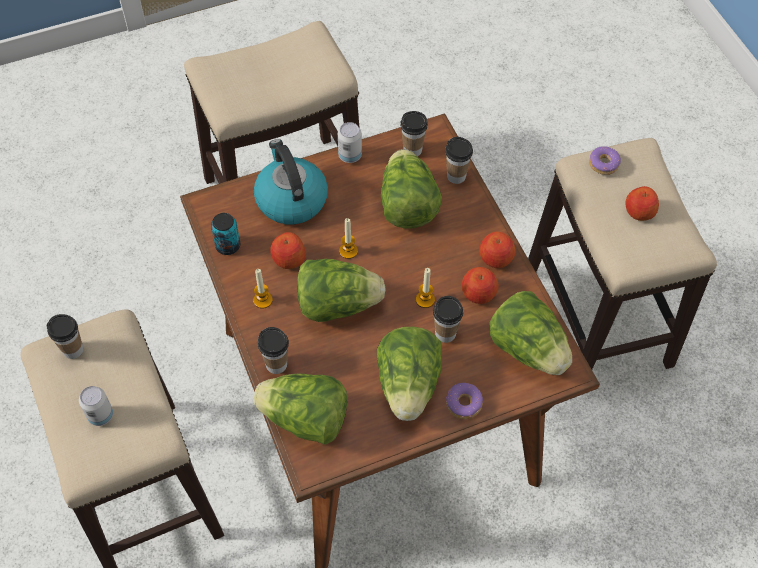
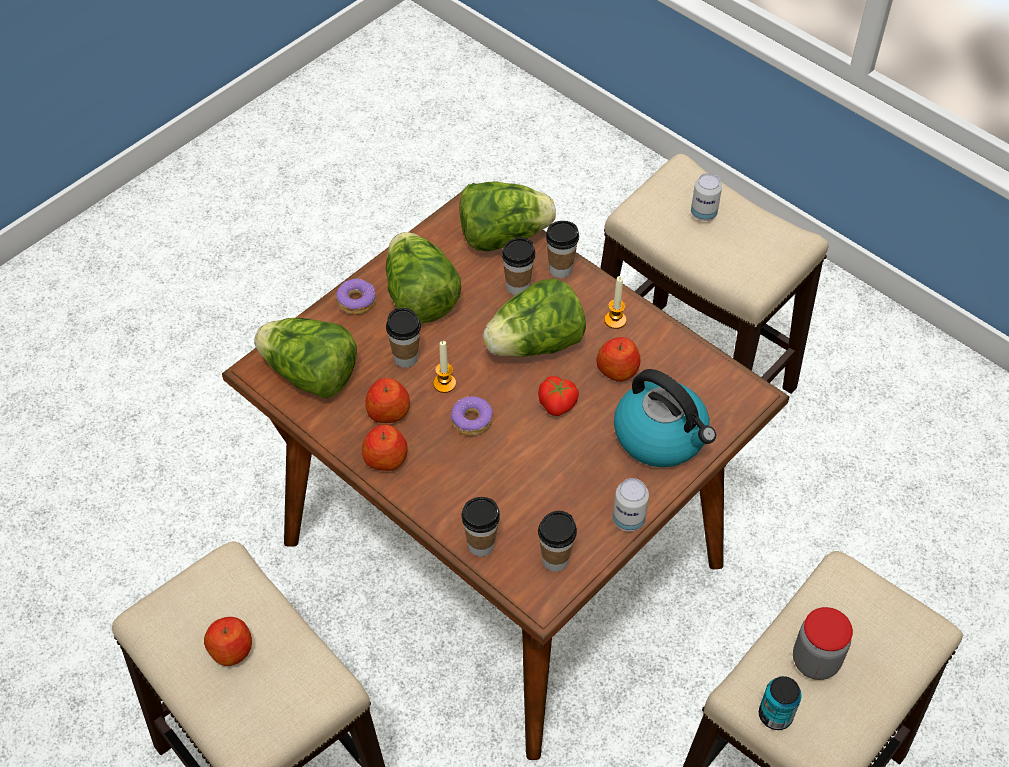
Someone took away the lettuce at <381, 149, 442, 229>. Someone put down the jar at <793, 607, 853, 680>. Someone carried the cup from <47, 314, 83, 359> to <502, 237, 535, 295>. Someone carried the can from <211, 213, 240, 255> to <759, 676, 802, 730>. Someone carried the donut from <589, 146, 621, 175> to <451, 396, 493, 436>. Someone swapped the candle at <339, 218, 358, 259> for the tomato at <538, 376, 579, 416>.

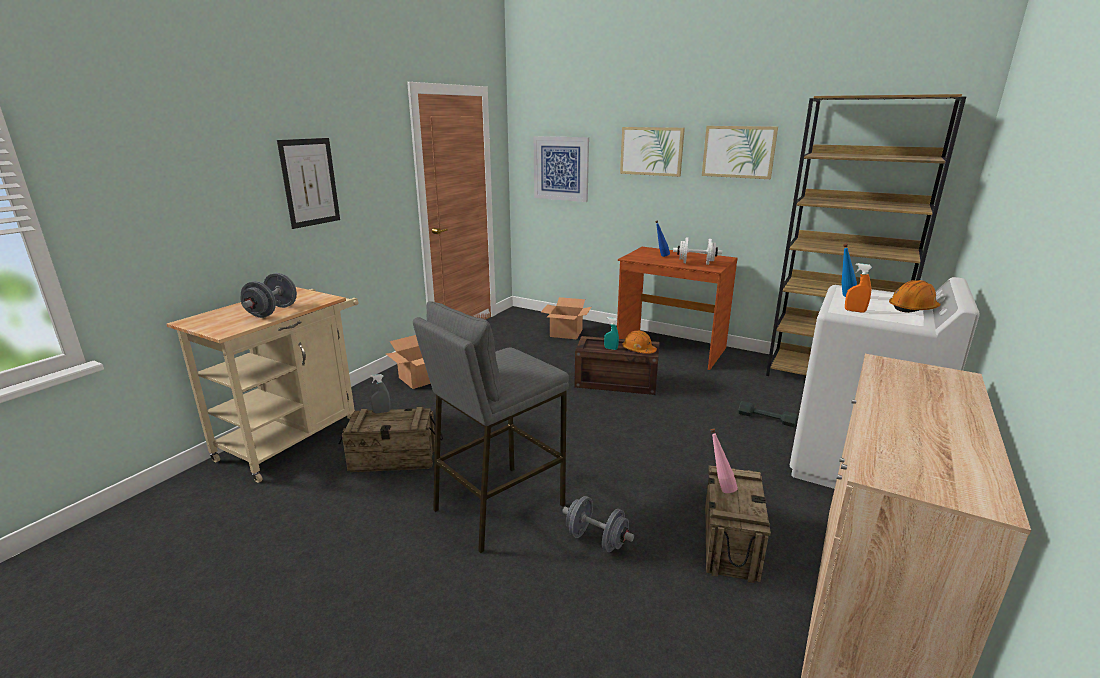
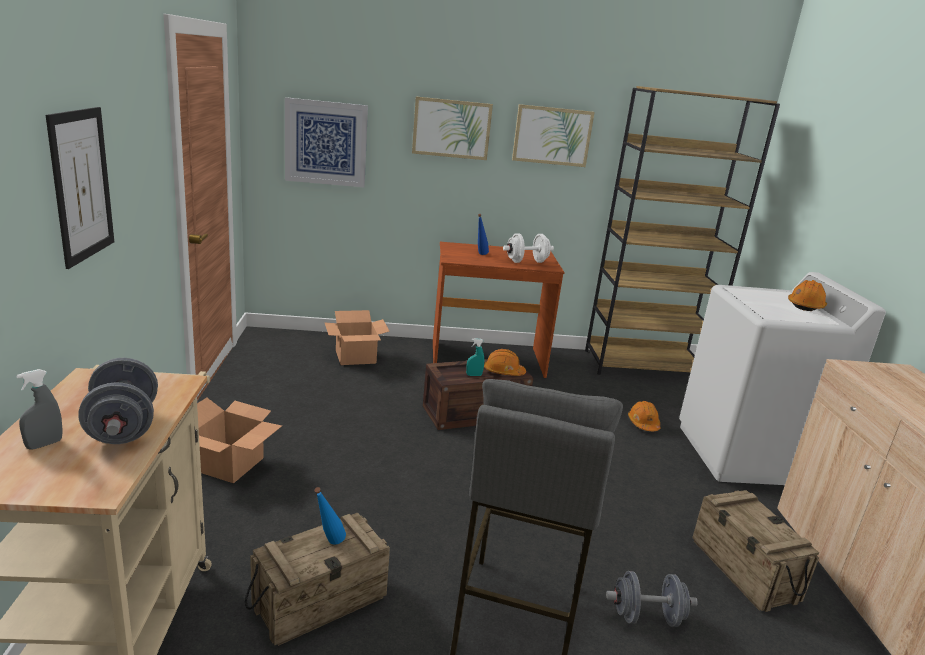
Someone took away the pink_bottle at <710, 428, 738, 493>. Someone took away the orange_spray_bottle at <845, 263, 872, 313>. Someone carried the grey_spray_bottle from <370, 374, 391, 413> to <16, 369, 63, 450>. Someone carried the blue_bottle from <841, 244, 857, 297> to <314, 487, 346, 545>. Someone swapped the grey_dumbbell at <738, 401, 798, 427> for the orange_hard_hat at <628, 401, 661, 431>.

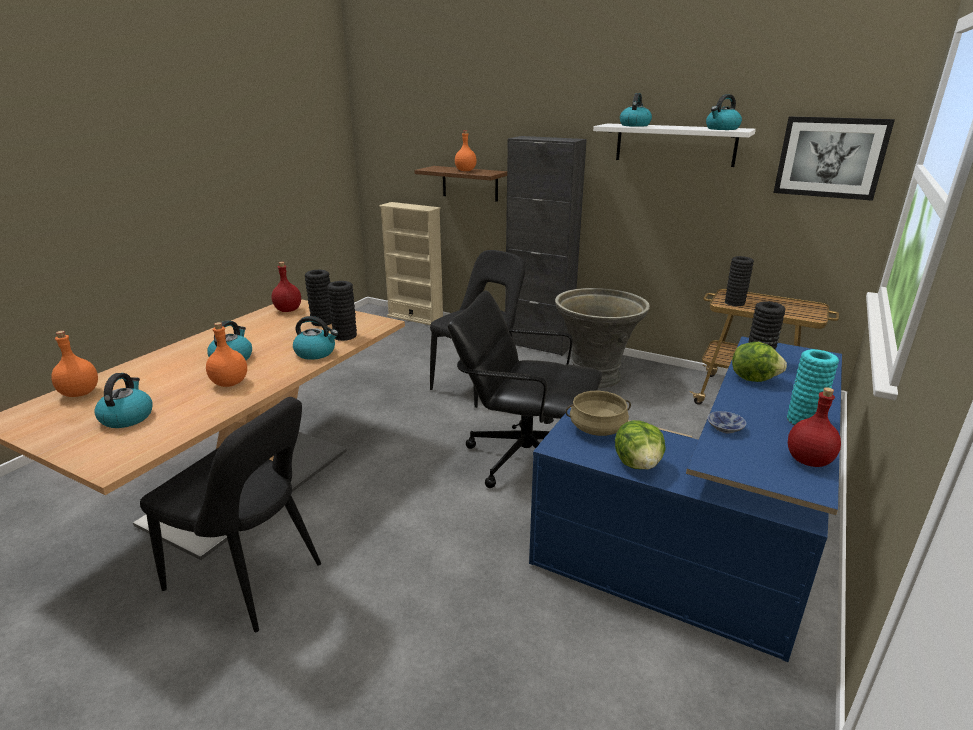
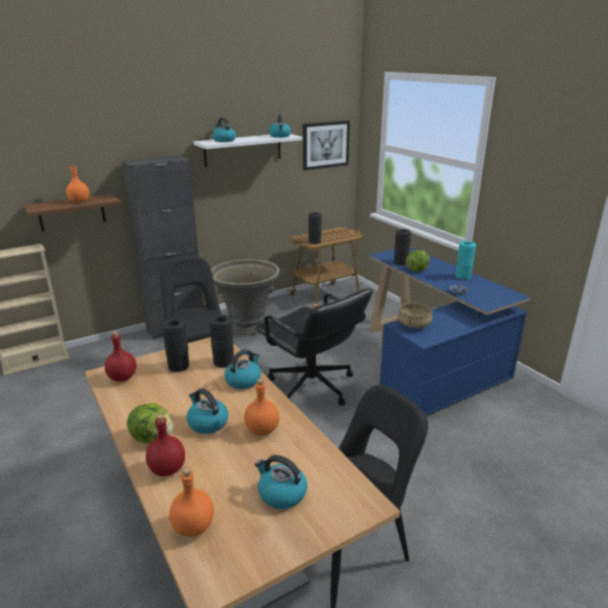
Someone carried the lettuce from <615, 420, 665, 469> to <127, 403, 173, 443>. Someone carried the red_bottle from <788, 387, 841, 467> to <146, 414, 185, 476>. Someone rotated the black_office_chair at <448, 290, 603, 488> by 90 degrees counterclockwise.

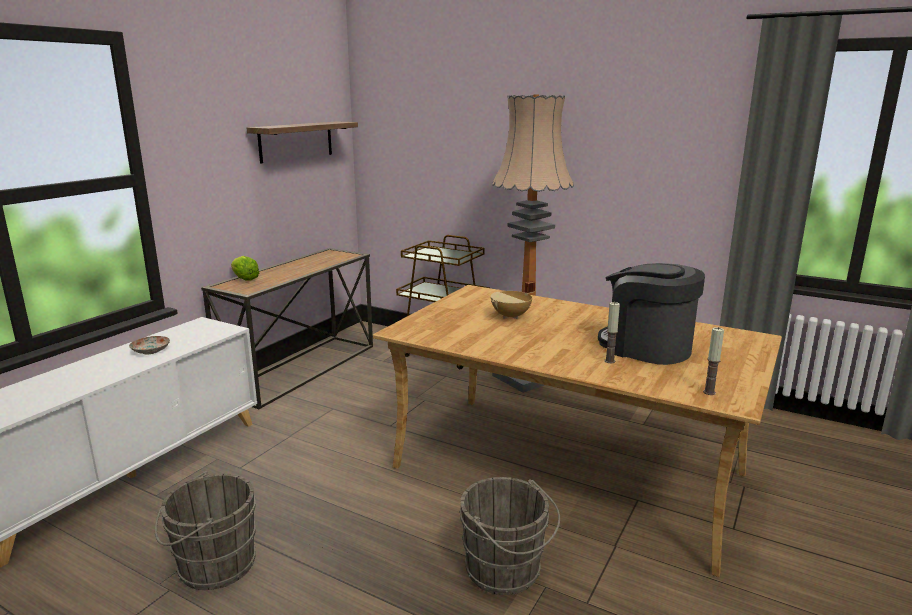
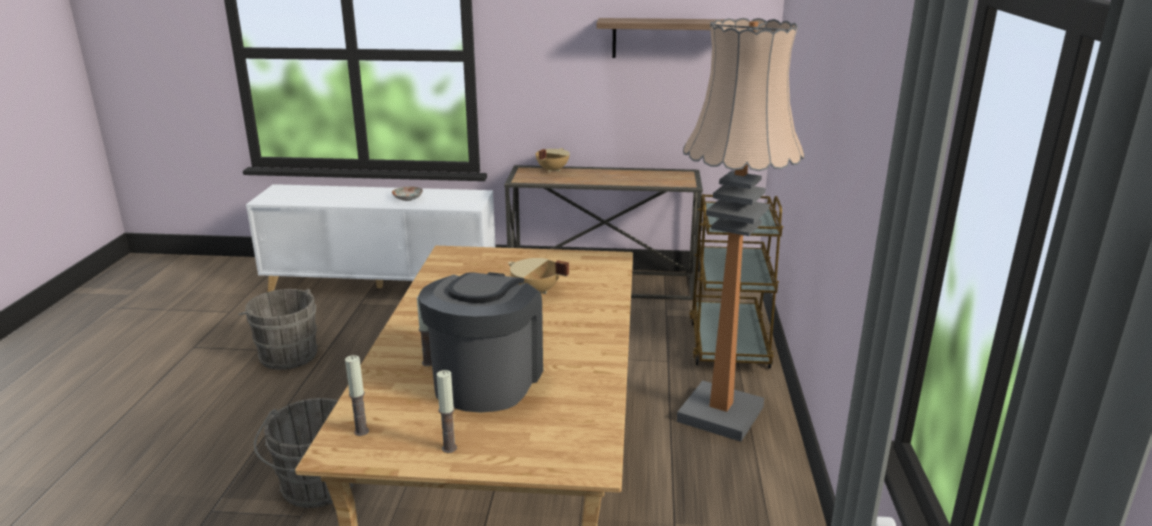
Someone put down the candle at <437, 370, 457, 453>. Someone swapped the lettuce at <231, 256, 259, 281> for the beige_cooking_pot at <536, 148, 570, 173>.

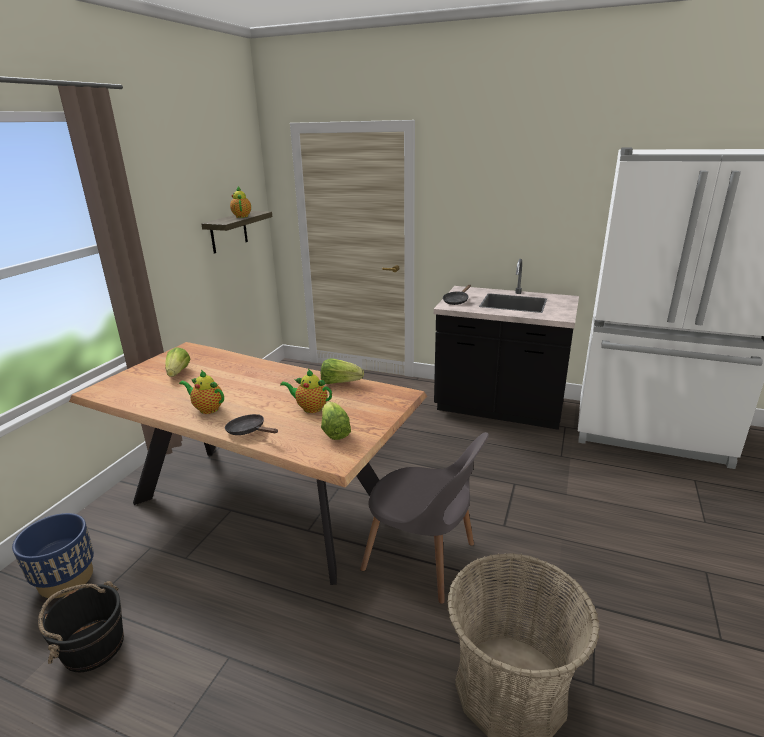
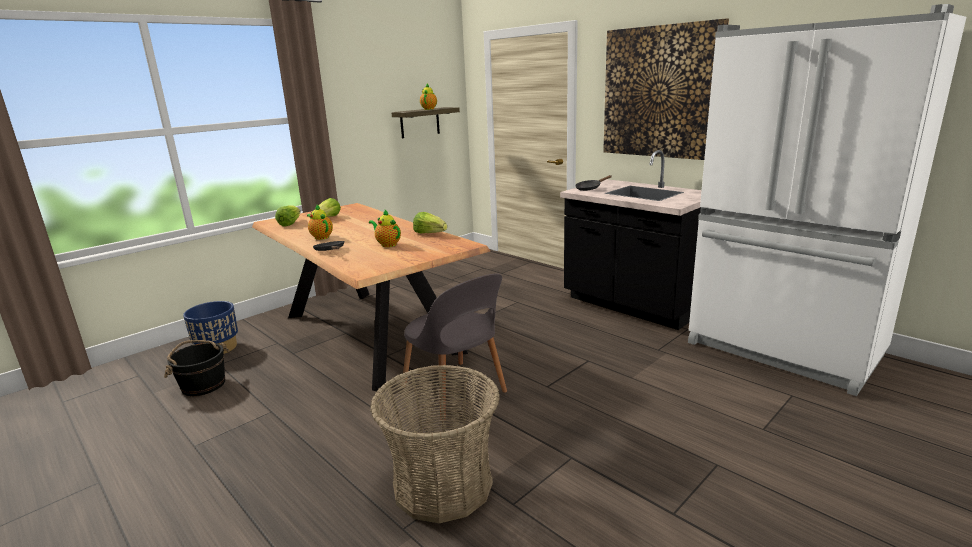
Someone put up the picture at <603, 18, 729, 160>. Someone carried the lettuce from <321, 401, 351, 440> to <275, 205, 300, 226>.

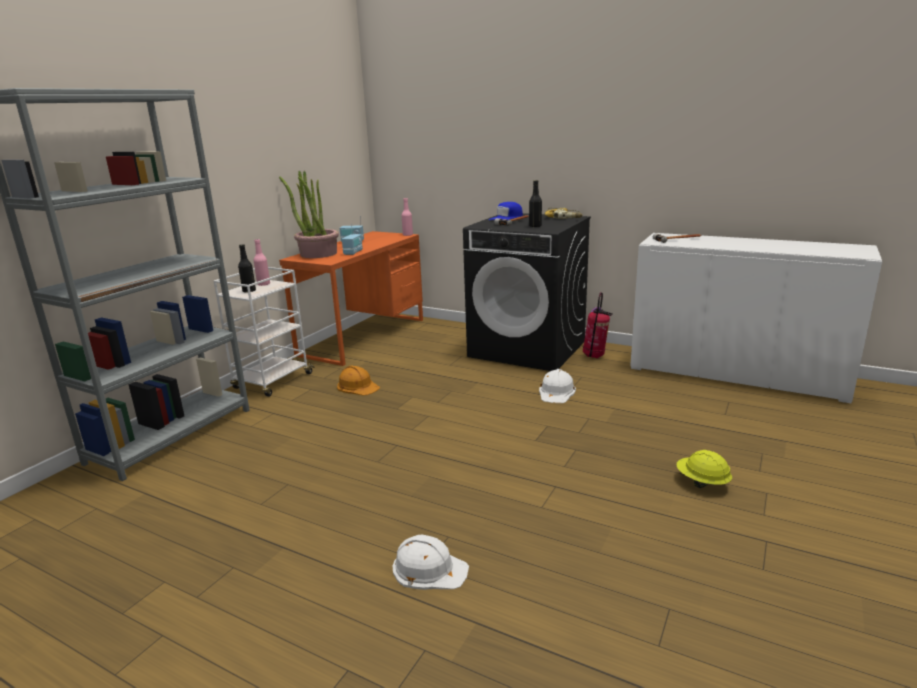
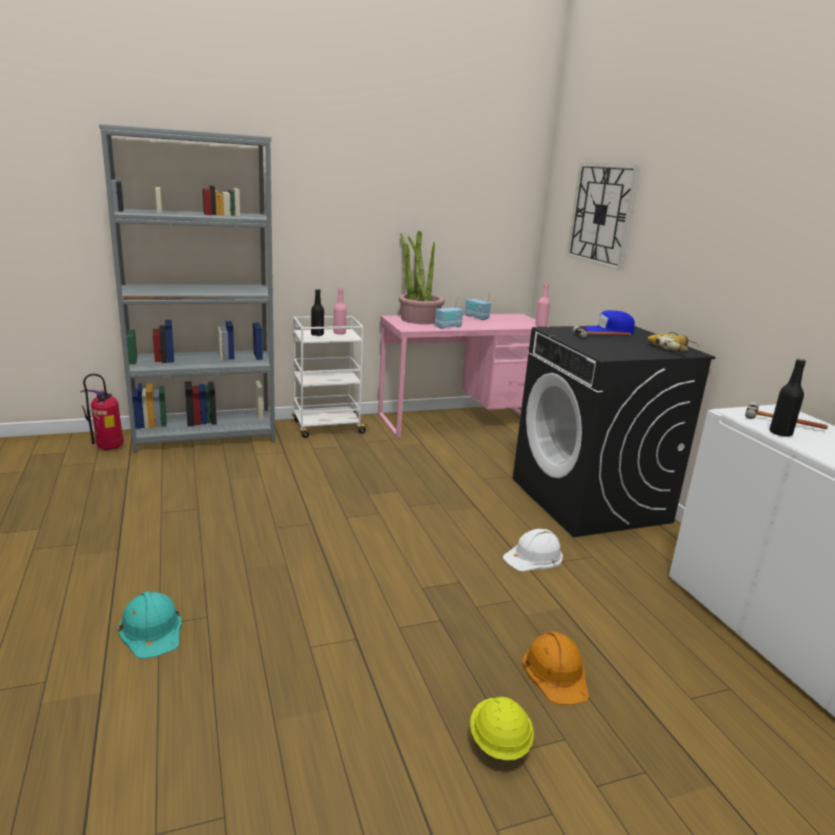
Someone put up the wall_clock at <567, 163, 640, 271>. Someone carried the orange_hard_hat from <337, 365, 380, 395> to <522, 631, 589, 705>. Someone carried the black_bottle from <529, 180, 542, 227> to <769, 359, 806, 437>. Someone carried the fire_extinguisher from <583, 292, 613, 358> to <81, 374, 124, 450>. Someone repainted the orange_desk at <279, 231, 423, 366>, which became the pink_desk at <378, 314, 550, 439>. Someone repainted the white_hard_hat at <393, 535, 469, 590>, which became the turquoise_hard_hat at <118, 591, 182, 659>.

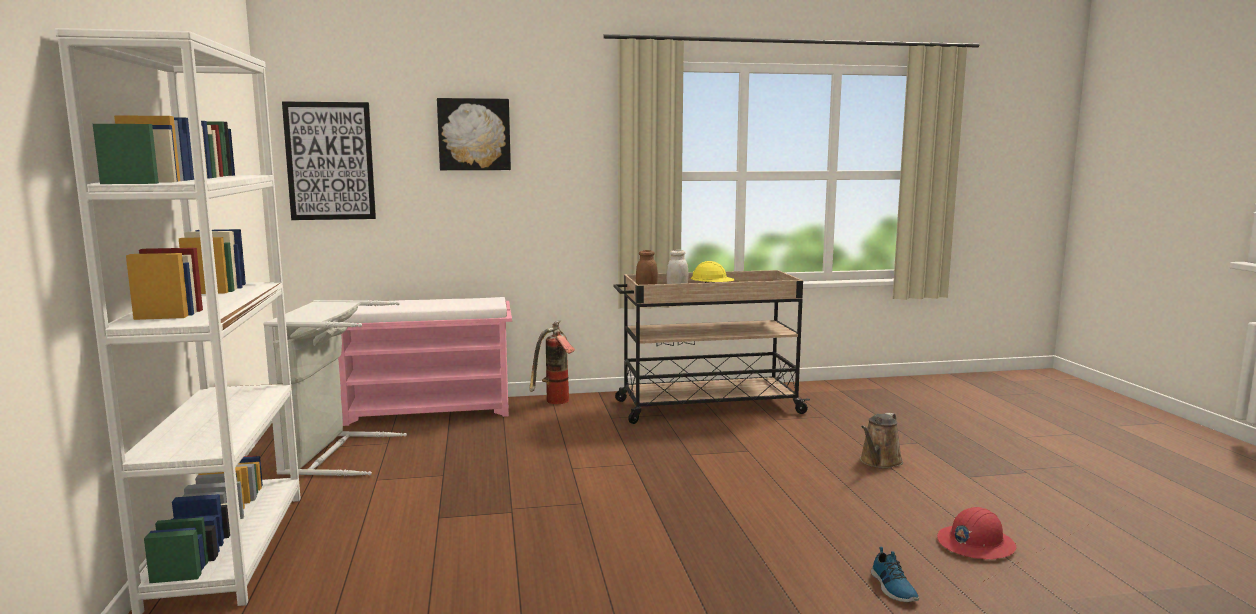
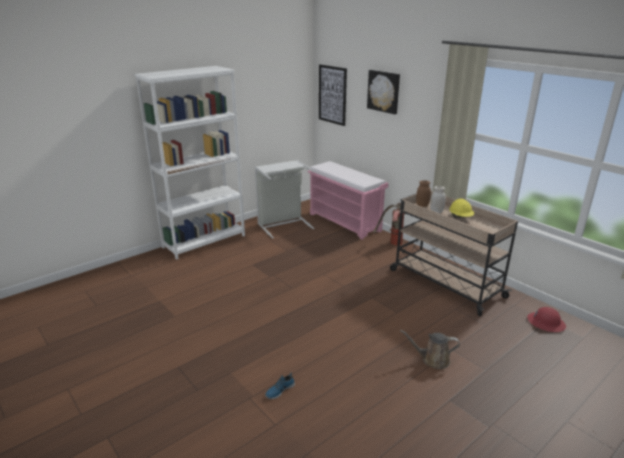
Someone carried the red_hard_hat from <937, 507, 1016, 559> to <527, 307, 566, 332>.

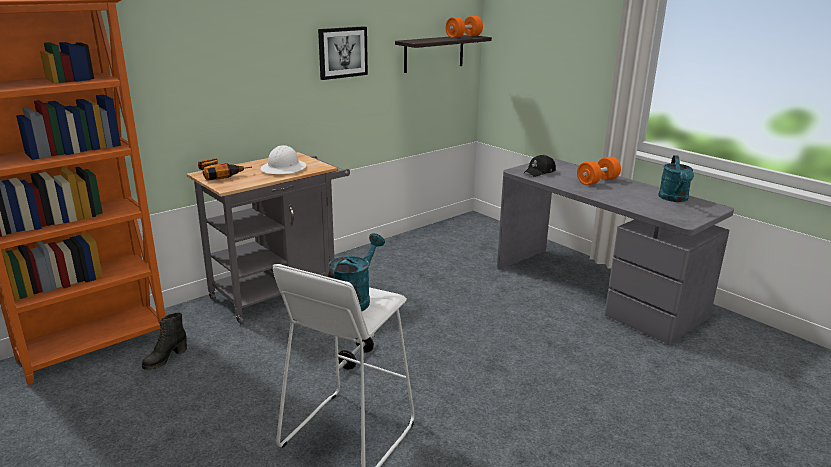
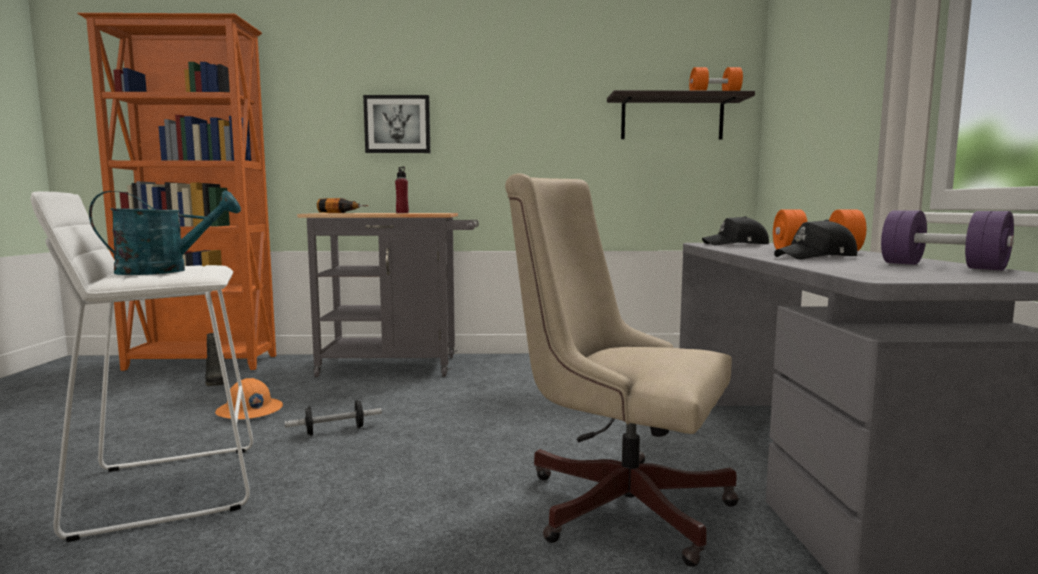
Someone put down the orange_hard_hat at <215, 378, 283, 419>. Someone put down the beige_office_chair at <505, 173, 739, 567>. Someone put down the black_cap at <774, 220, 857, 260>. Someone carried the picture from <318, 26, 368, 80> to <363, 95, 430, 153>. Someone swapped the white_hard_hat at <261, 145, 307, 174> for the red_bottle at <395, 167, 409, 213>. Someone swapped the turquoise_watering_can at <658, 155, 694, 202> for the purple_dumbbell at <881, 210, 1014, 270>. Someone rotated the black_boot at <142, 313, 187, 370> by 105 degrees counterclockwise.

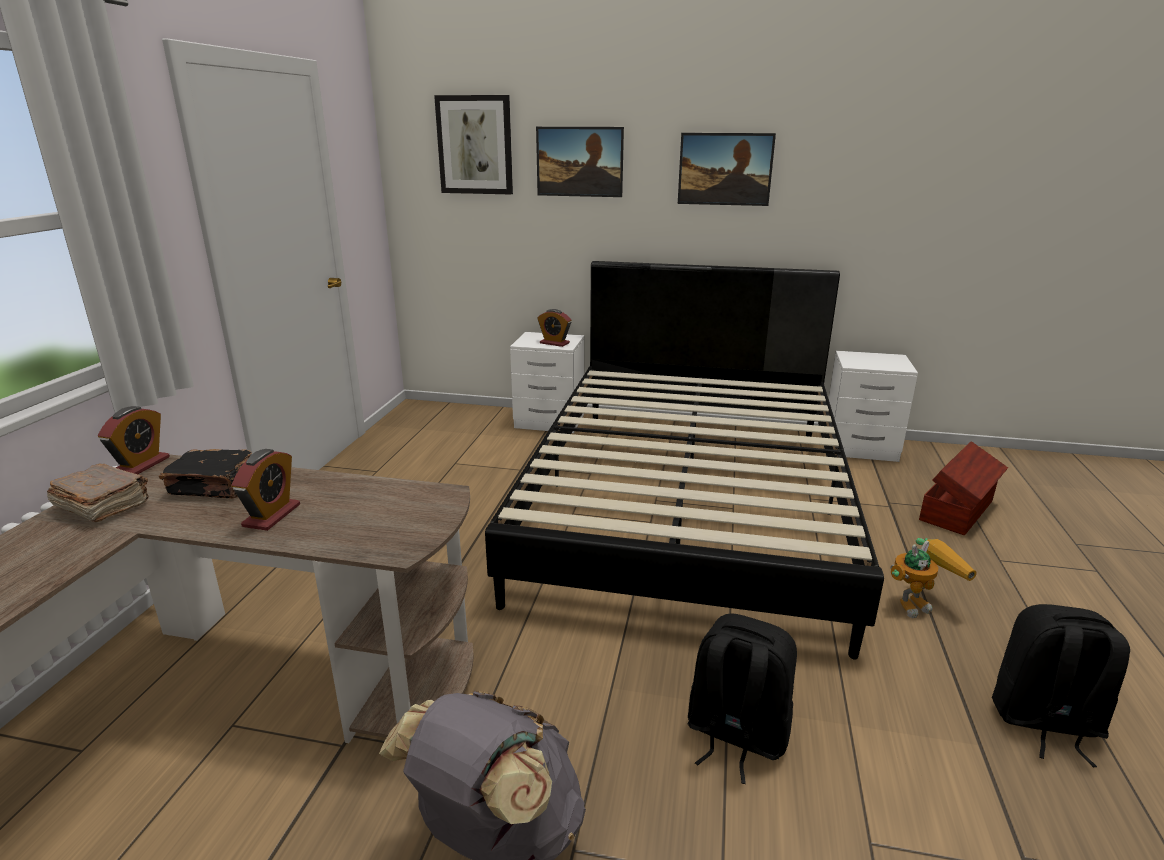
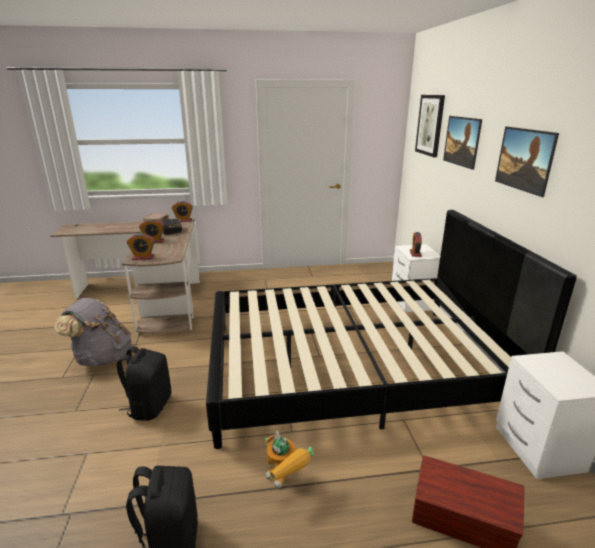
Someone put down the alarm_clock at <126, 233, 155, 260>.

